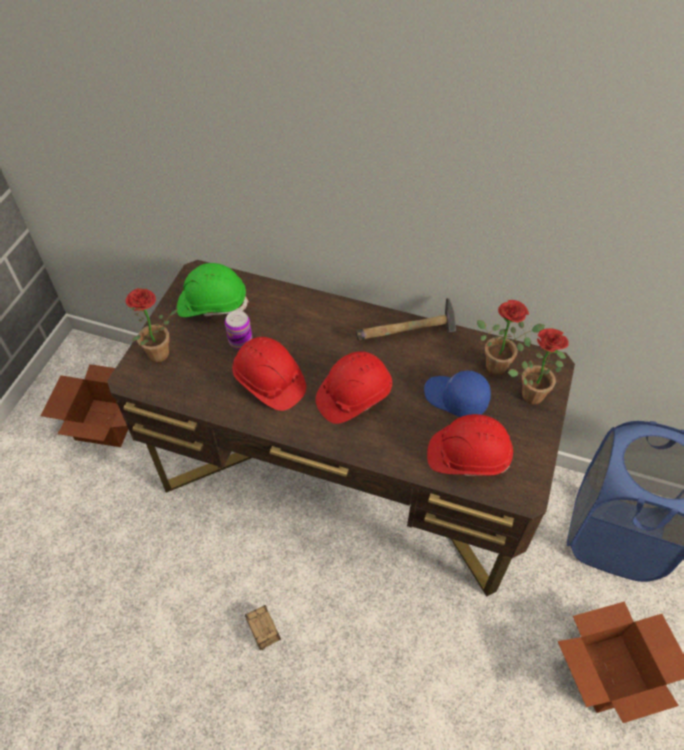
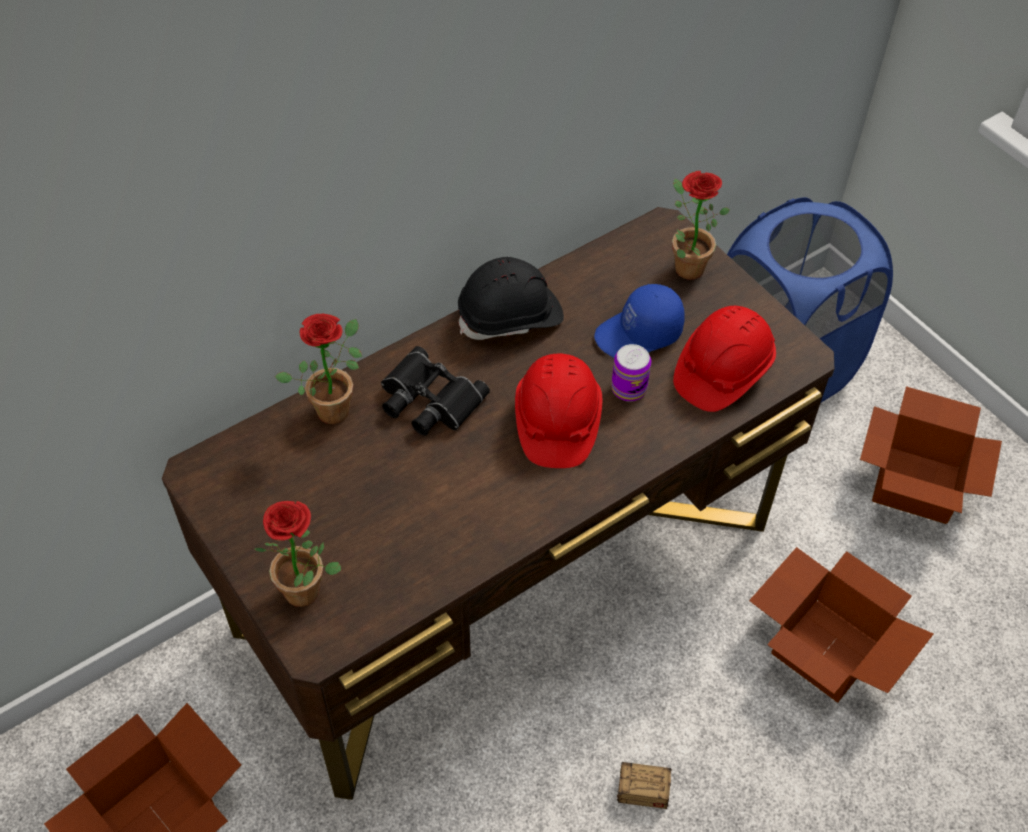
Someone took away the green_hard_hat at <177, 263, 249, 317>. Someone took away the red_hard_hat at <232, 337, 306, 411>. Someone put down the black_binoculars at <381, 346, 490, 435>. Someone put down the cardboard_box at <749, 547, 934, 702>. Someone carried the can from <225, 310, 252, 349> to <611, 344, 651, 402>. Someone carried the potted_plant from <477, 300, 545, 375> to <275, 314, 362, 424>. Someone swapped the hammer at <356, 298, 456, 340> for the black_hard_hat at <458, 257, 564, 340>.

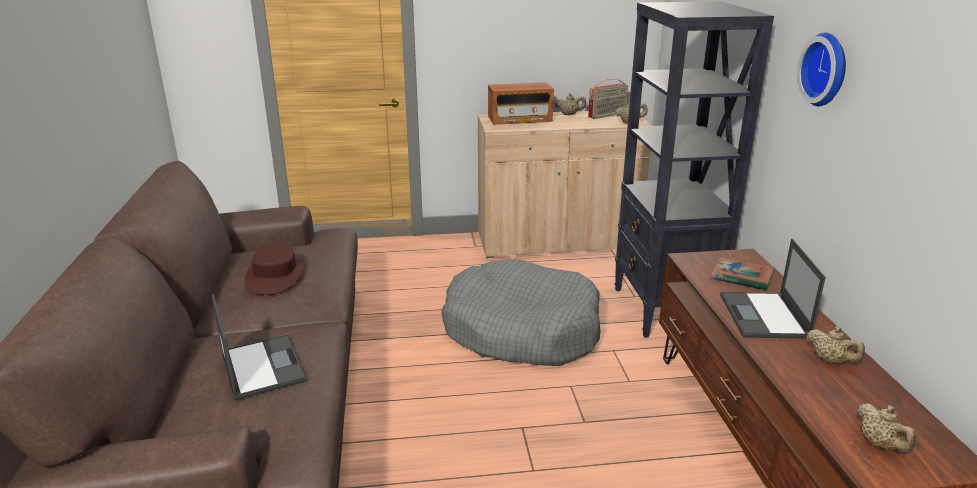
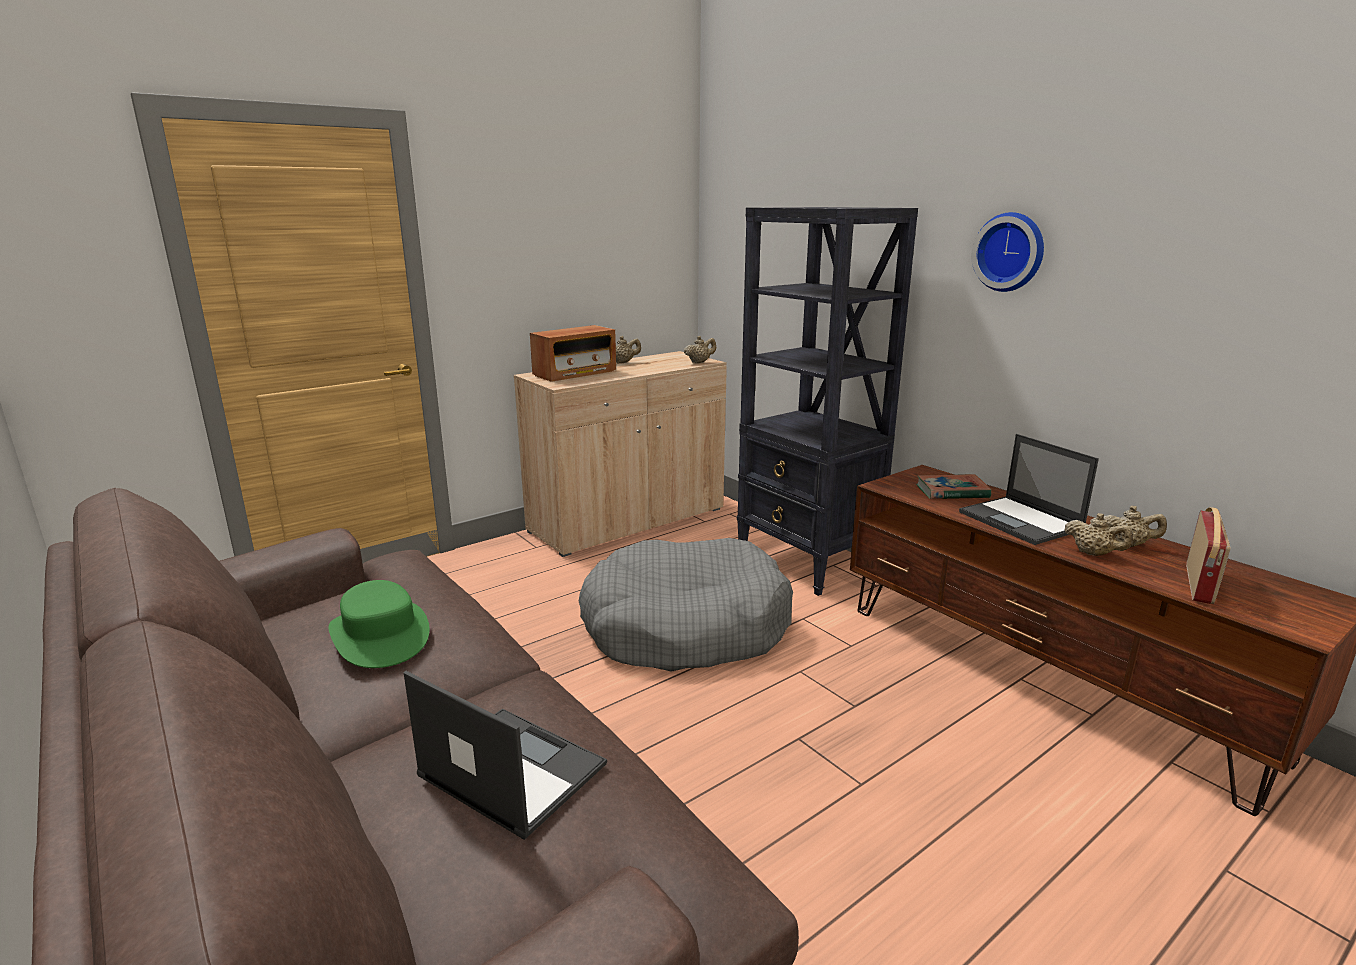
Someone carried the radio from <588, 78, 628, 119> to <1186, 507, 1231, 604>. Someone carried the beige_teapot from <857, 403, 916, 453> to <1064, 513, 1133, 556>. Someone repainted the brown_hat at <244, 243, 304, 295>, which became the green_hat at <328, 580, 429, 668>.

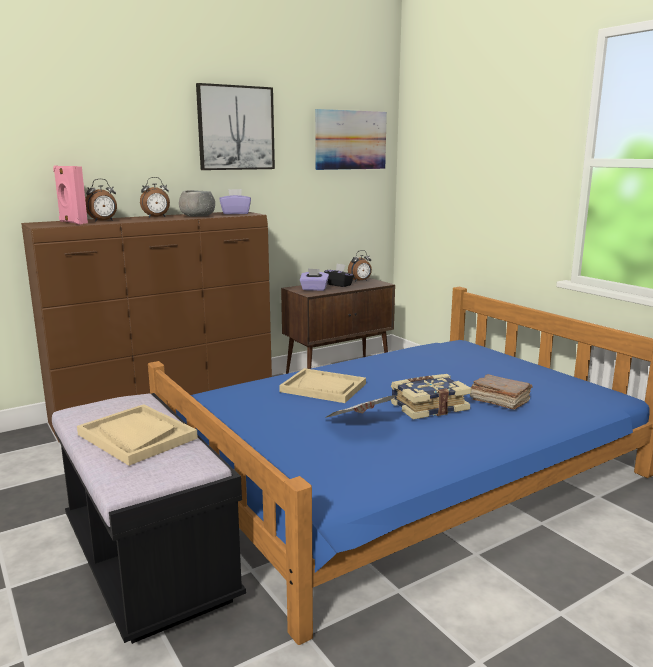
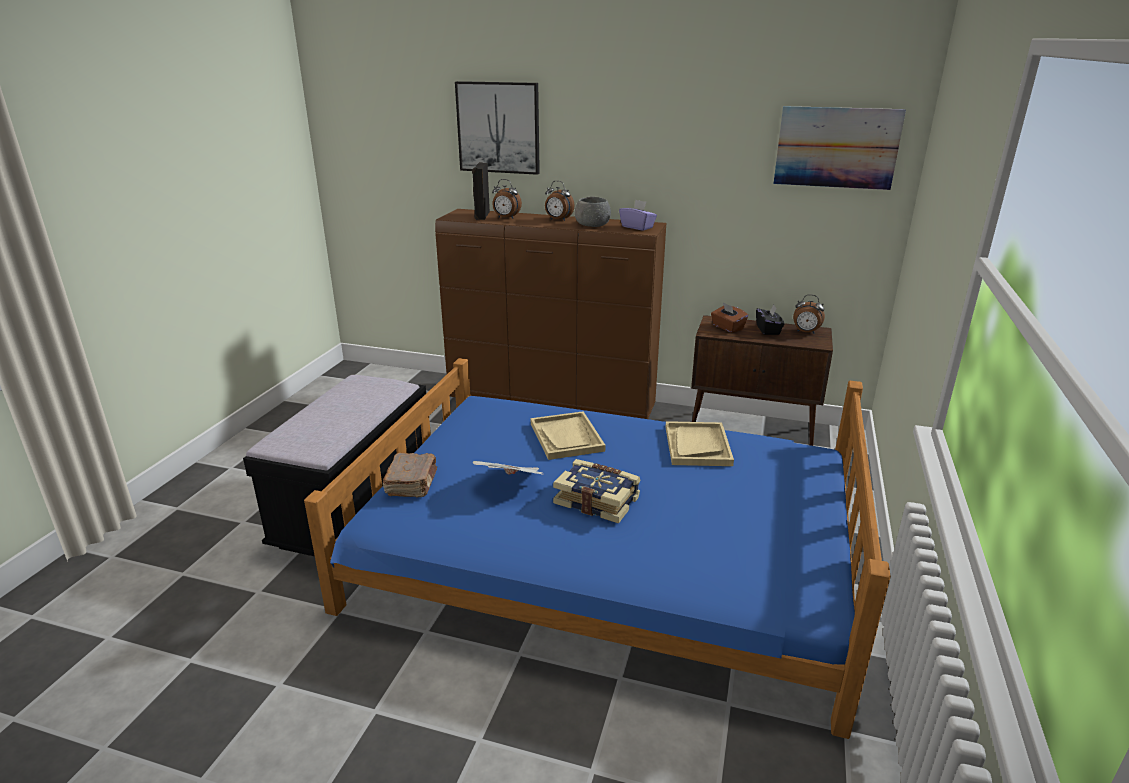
Someone carried the beige_tray from <77, 404, 198, 466> to <665, 421, 734, 466>. Someone carried the picture from <196, 83, 275, 170> to <455, 81, 540, 175>. Someone carried the brown_book from <470, 374, 533, 410> to <383, 453, 437, 498>. Someone repainted the pink_speaker at <53, 165, 88, 224>, which became the black_speaker at <472, 162, 490, 220>. Someone repainted the purple_tissue_box at <300, 269, 329, 291>, which became the brown_tissue_box at <711, 302, 748, 333>.

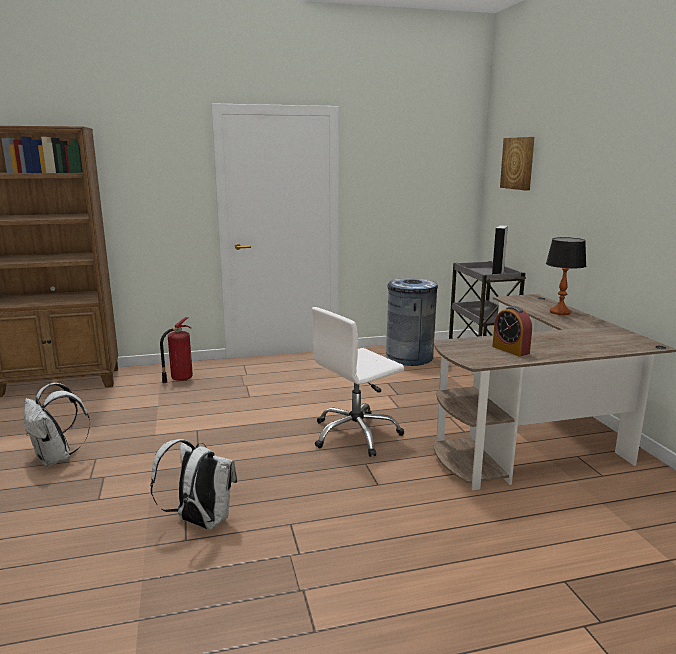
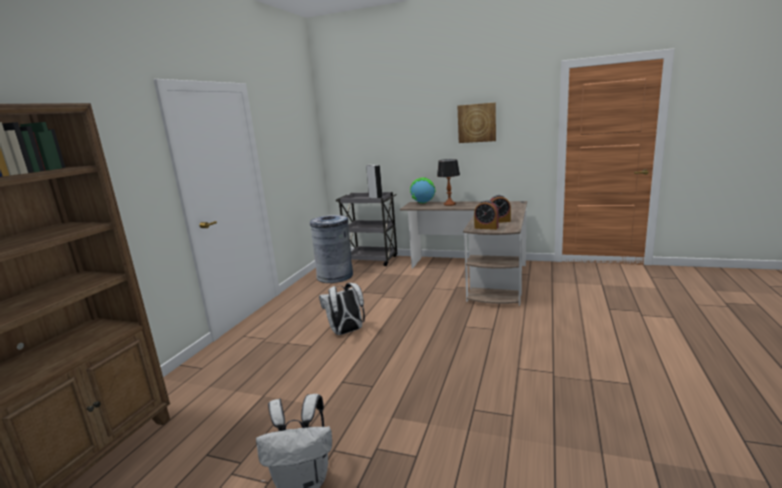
Someone took away the fire_extinguisher at <160, 317, 193, 383>. Someone took away the white_office_chair at <312, 307, 404, 457>. Someone put down the globe at <410, 178, 435, 203>. Someone put down the alarm_clock at <474, 200, 499, 230>. Someone carried the white_backpack from <150, 439, 237, 530> to <319, 283, 365, 335>. Someone carried the picture from <500, 137, 535, 191> to <457, 102, 496, 143>.

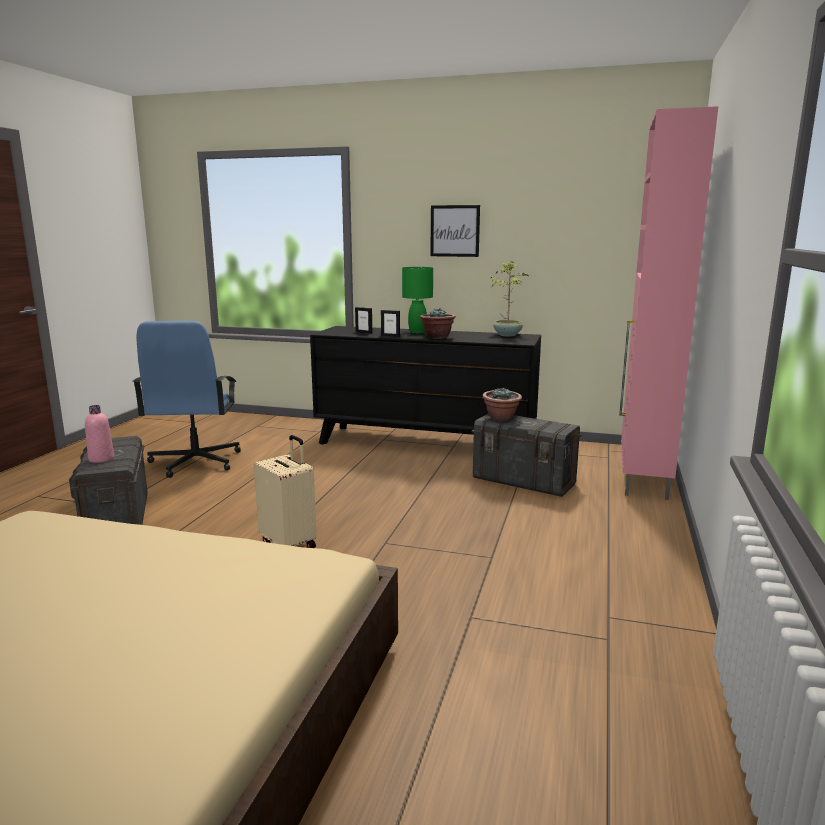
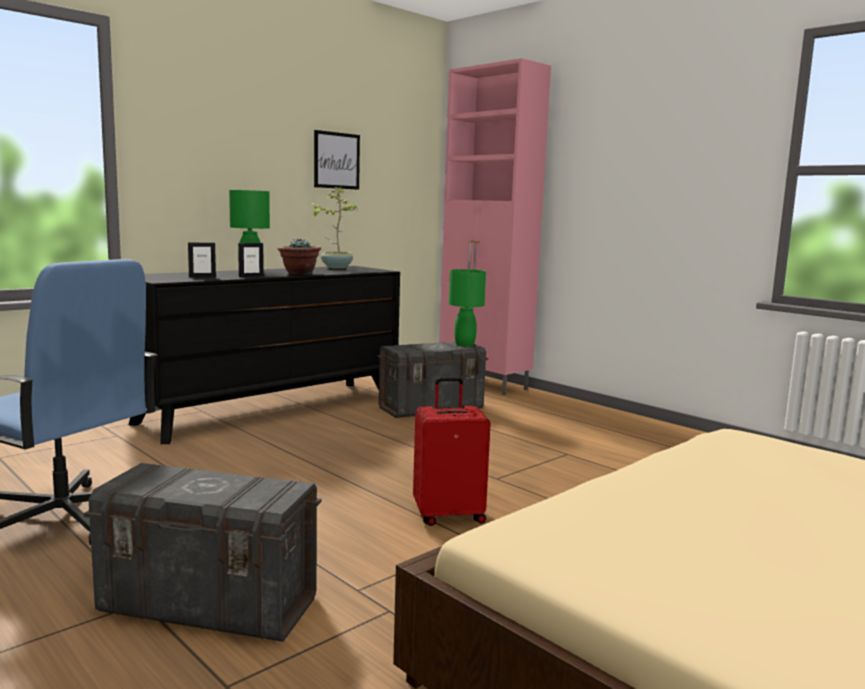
Someone took away the pink_bottle at <85, 405, 114, 463>. Someone took away the potted_plant at <482, 387, 522, 421>. Someone put down the green_table_lamp at <449, 269, 486, 347>. Someone carried the picture from <430, 205, 480, 257> to <314, 130, 360, 190>. Someone repainted the beige_suitcase at <254, 435, 317, 548>, which became the red_suitcase at <413, 377, 491, 526>.

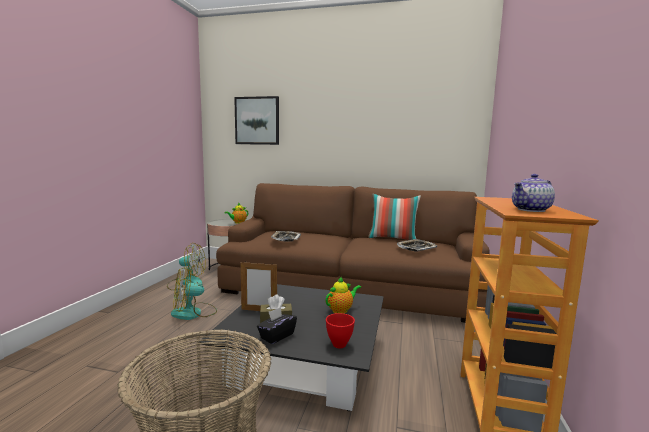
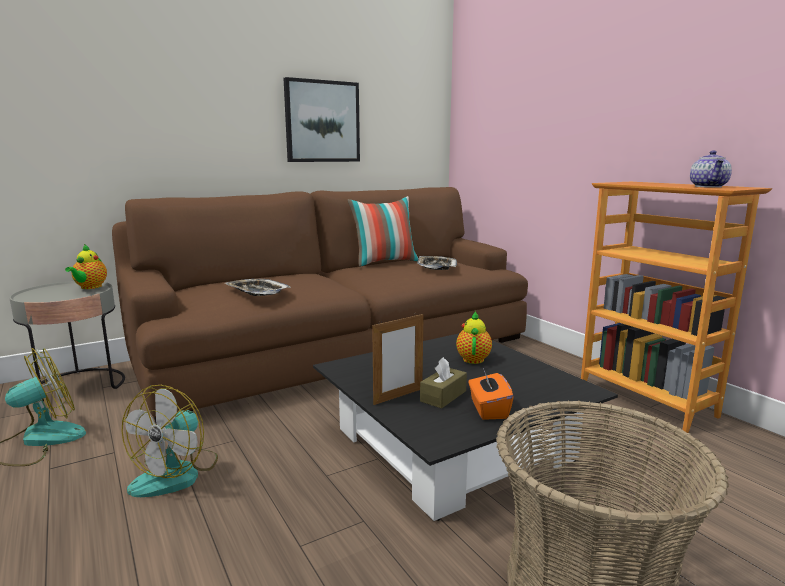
Someone took away the red_bowl at <326, 313, 355, 348>. Someone carried the picture from <234, 96, 279, 145> to <283, 77, 360, 162>. Someone repainted the black_tissue_box at <257, 307, 297, 344>, which became the orange_tissue_box at <468, 368, 514, 420>.

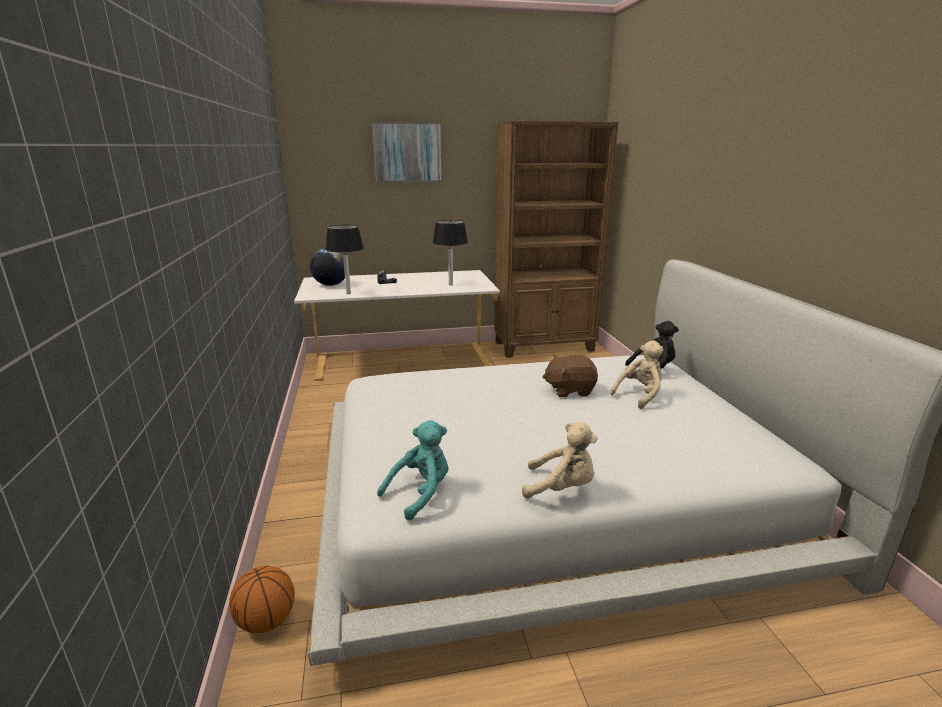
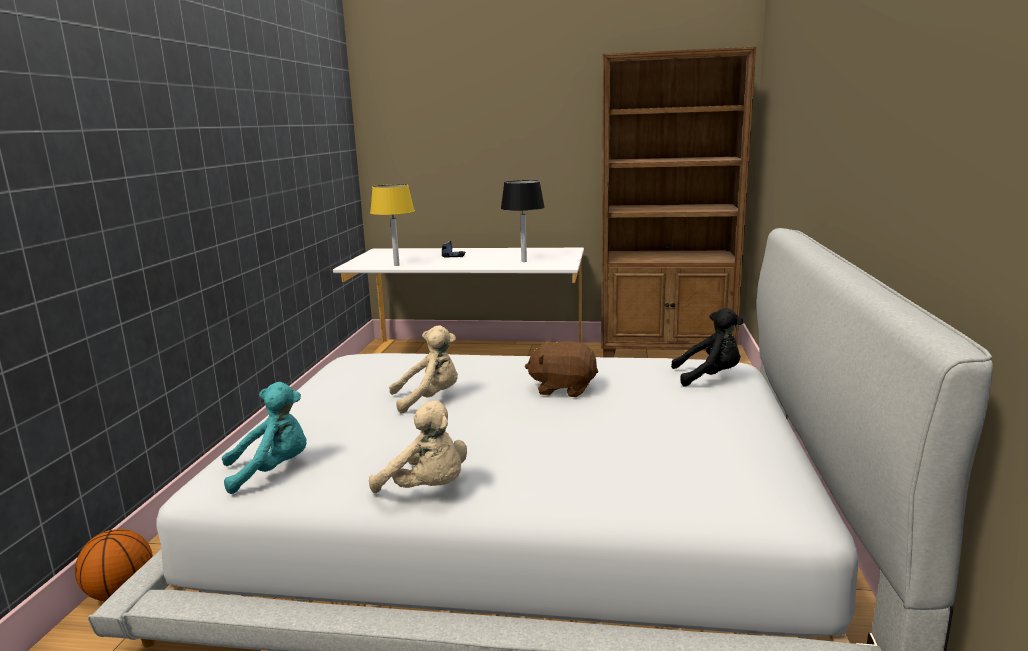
Someone took away the globe at <310, 248, 345, 286>. Someone took away the picture at <372, 122, 442, 182>. Someone carried the beige_plush_toy from <610, 340, 664, 409> to <389, 325, 458, 414>. Someone repainted the black_table_lamp at <326, 225, 364, 294>, which became the yellow_table_lamp at <370, 184, 415, 266>.

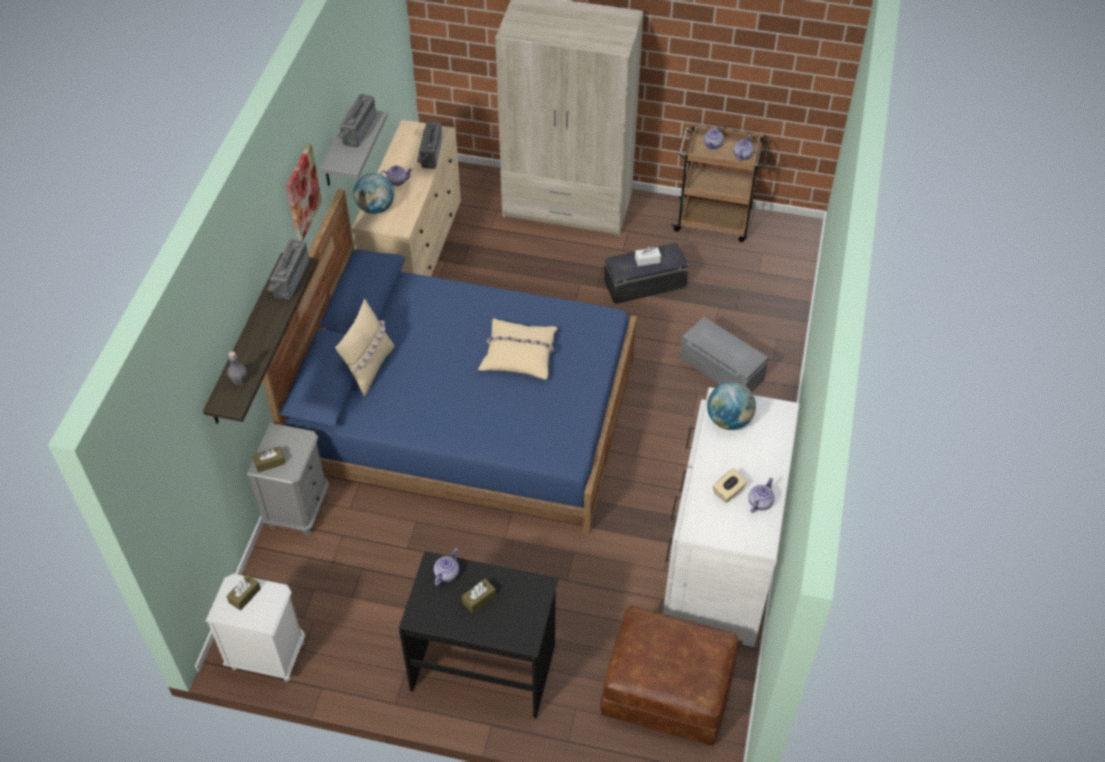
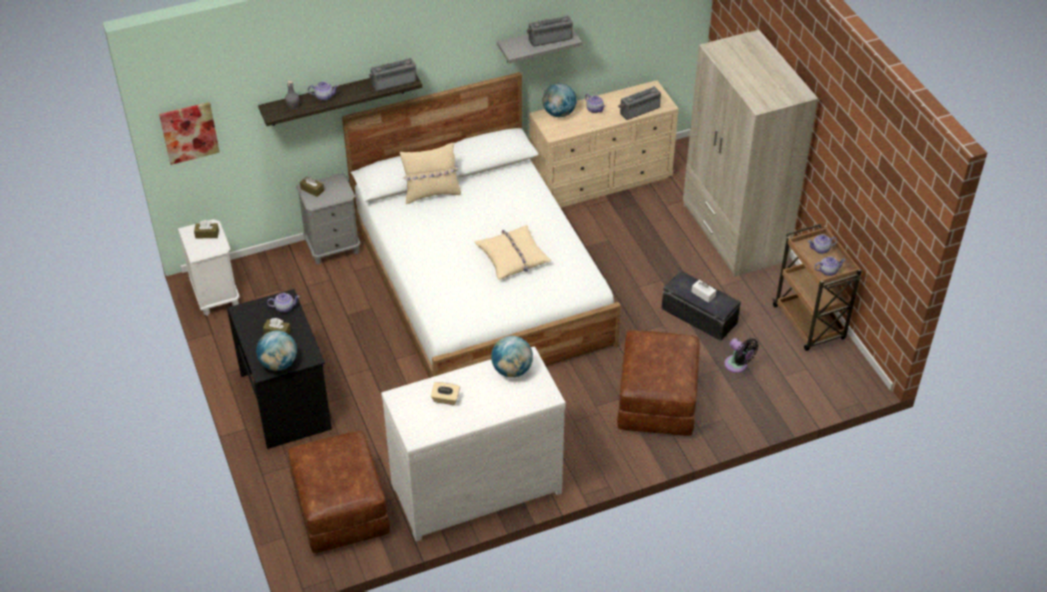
Someone put down the globe at <256, 331, 297, 371>. Someone put down the black_fan at <724, 338, 758, 373>. Someone carried the picture from <286, 144, 322, 241> to <159, 102, 220, 165>. Someone carried the teapot from <748, 478, 774, 513> to <308, 82, 339, 101>. Someone swapped the grey_storage_box at <680, 317, 769, 392> for the brown_ottoman at <617, 330, 700, 436>. Someone repainted the blue_bed at <263, 189, 637, 535>, which became the white_bed at <342, 72, 621, 378>.

